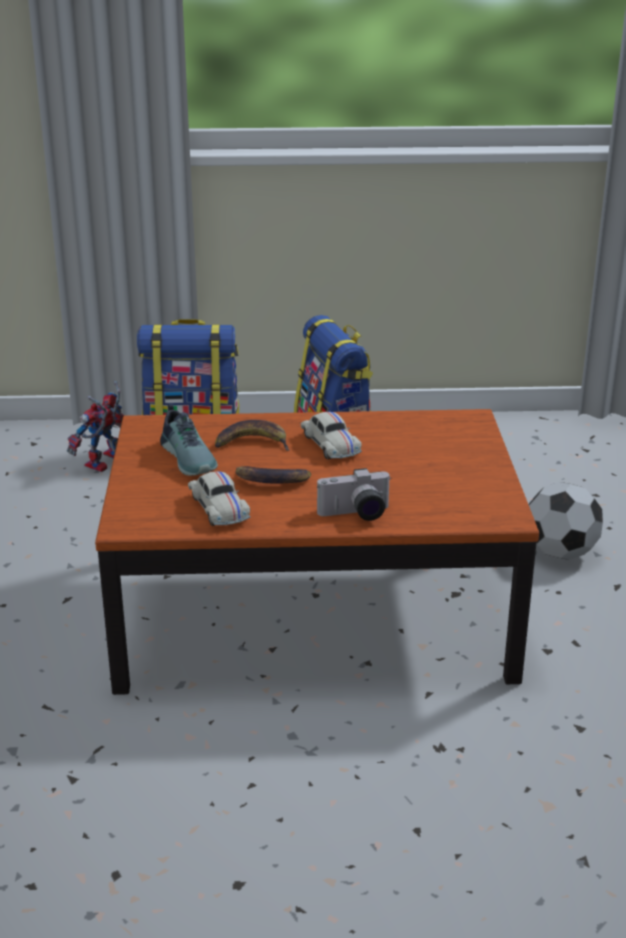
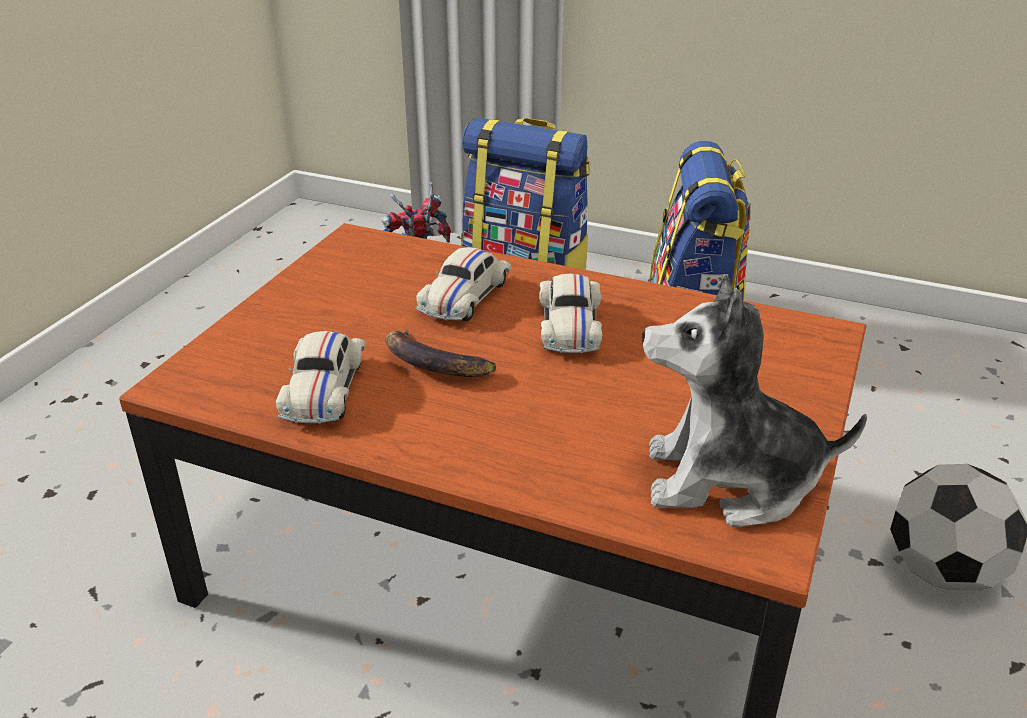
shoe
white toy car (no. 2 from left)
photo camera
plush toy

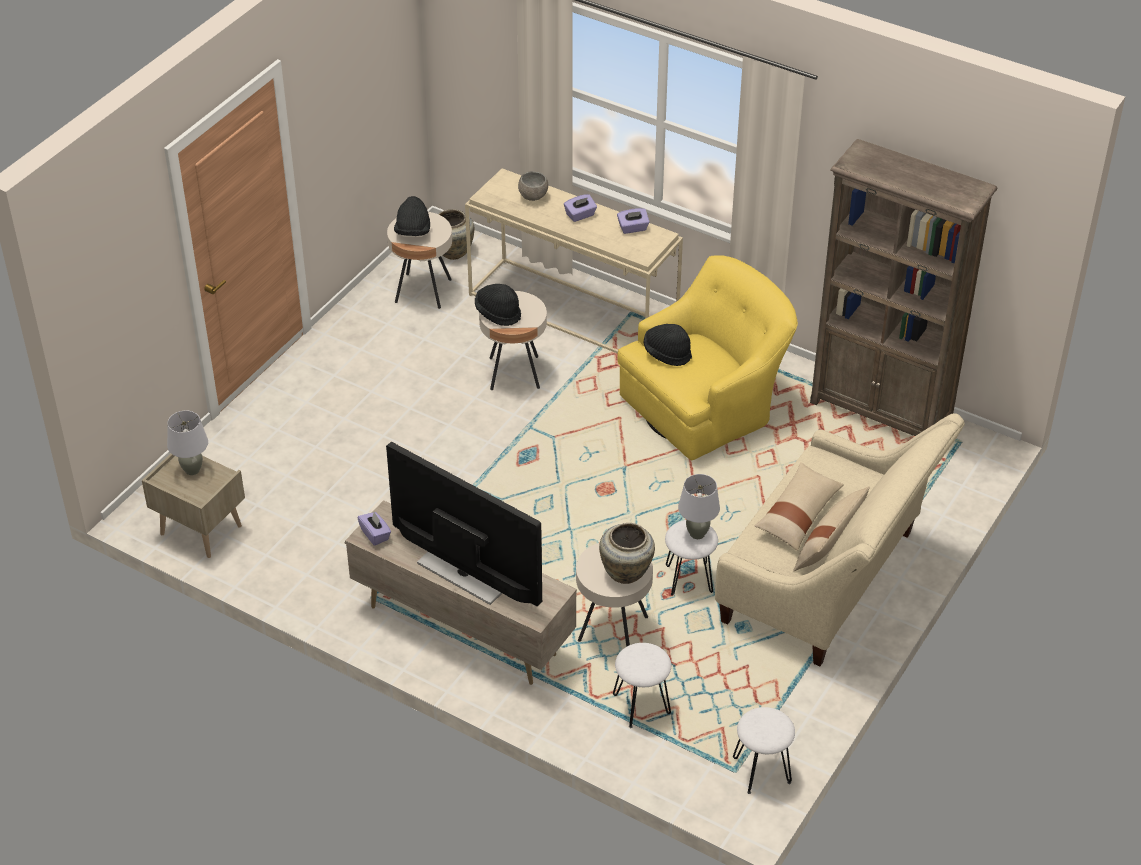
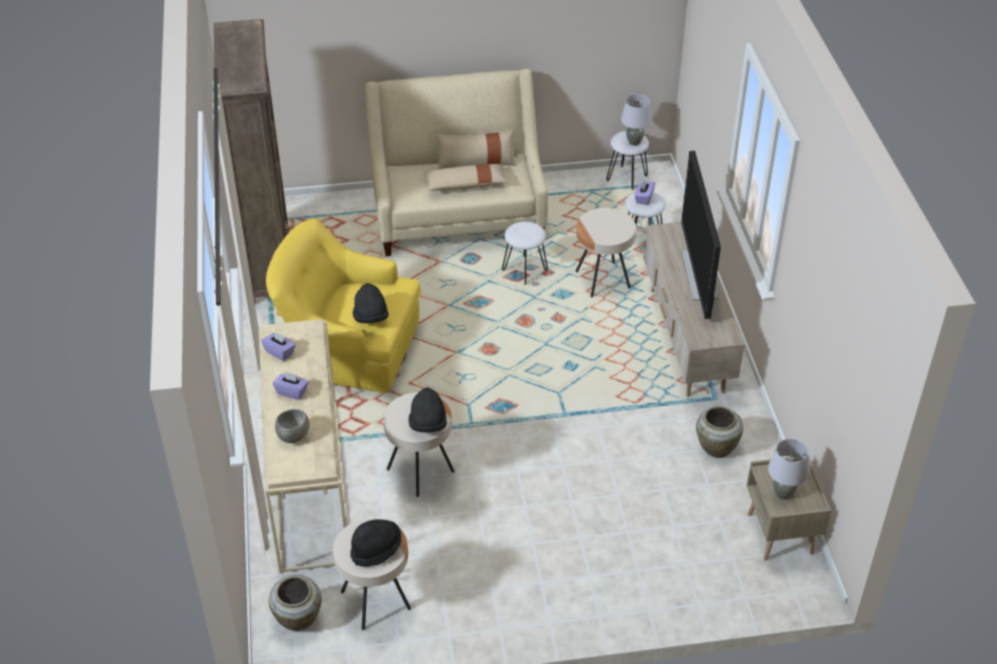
grey table lamp (no. 1 from left)
purple tissue box (no. 3 from left)
beige vase (no. 2 from left)

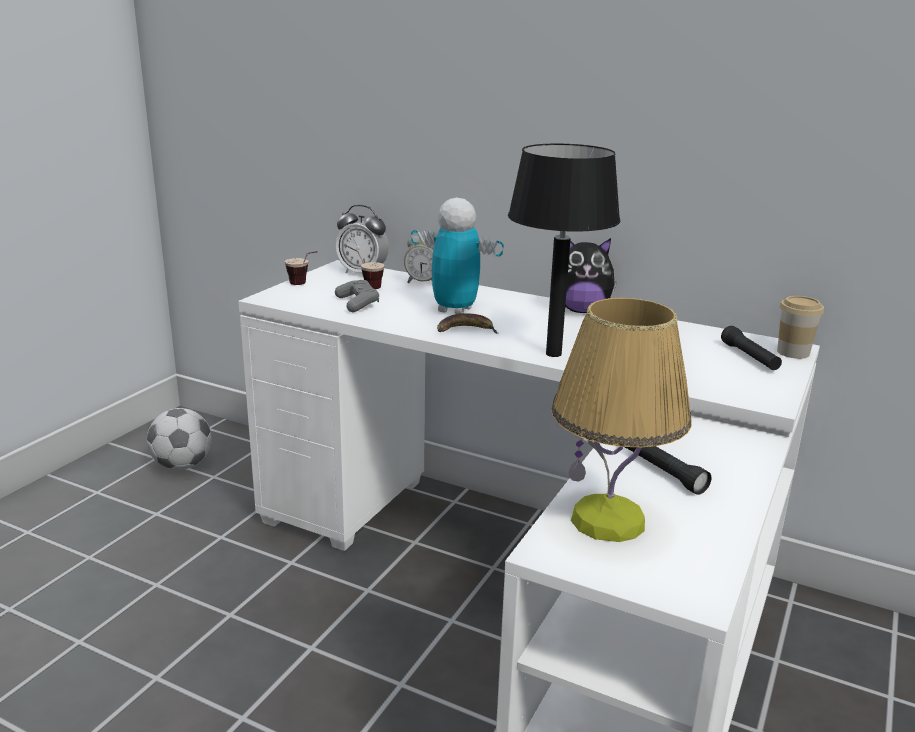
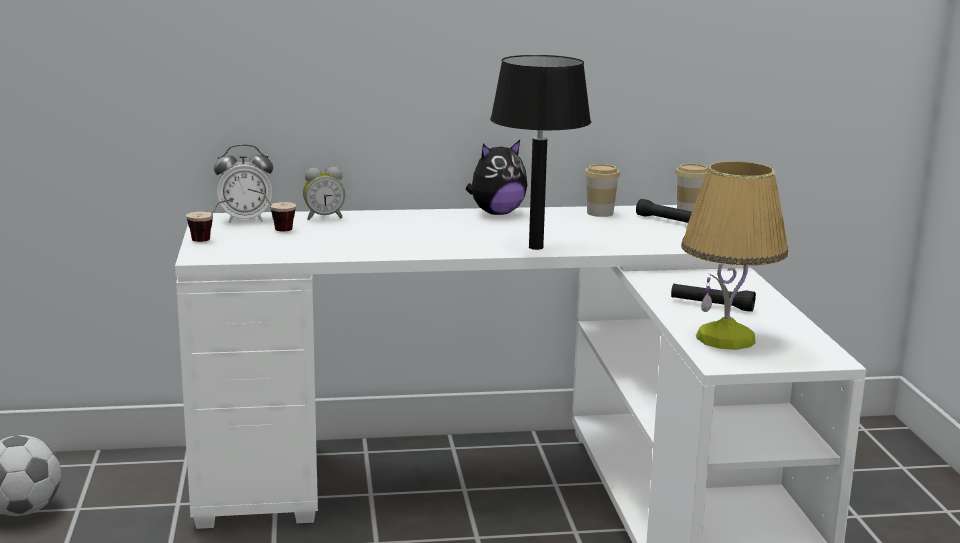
toy robot
grey game controller
banana
cup (no. 3 from left)

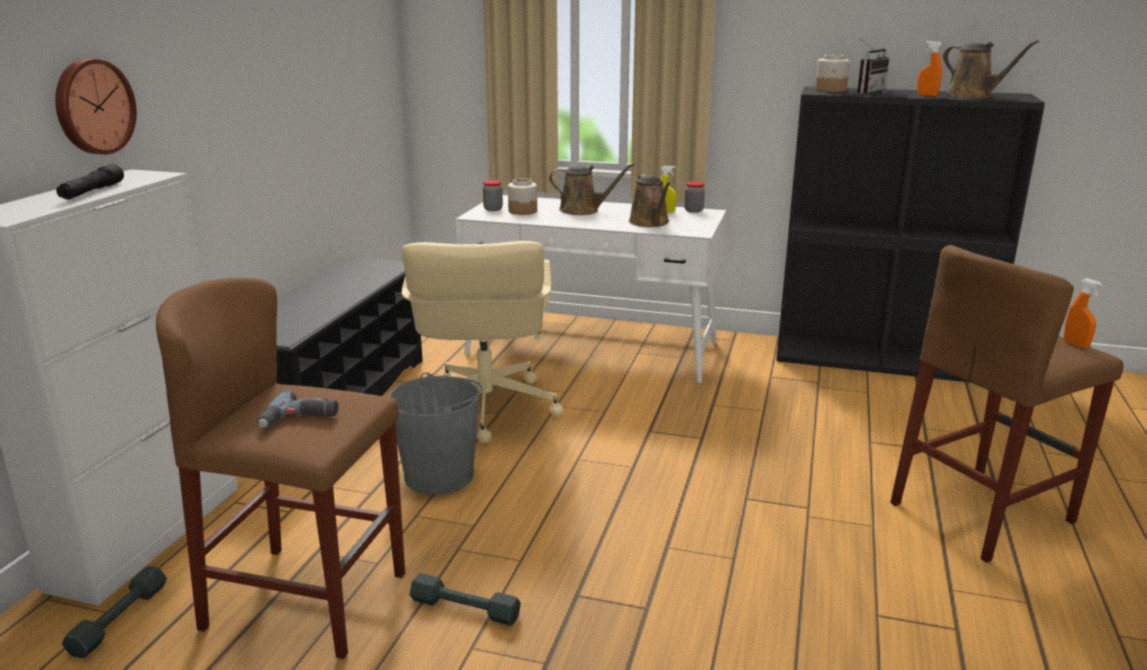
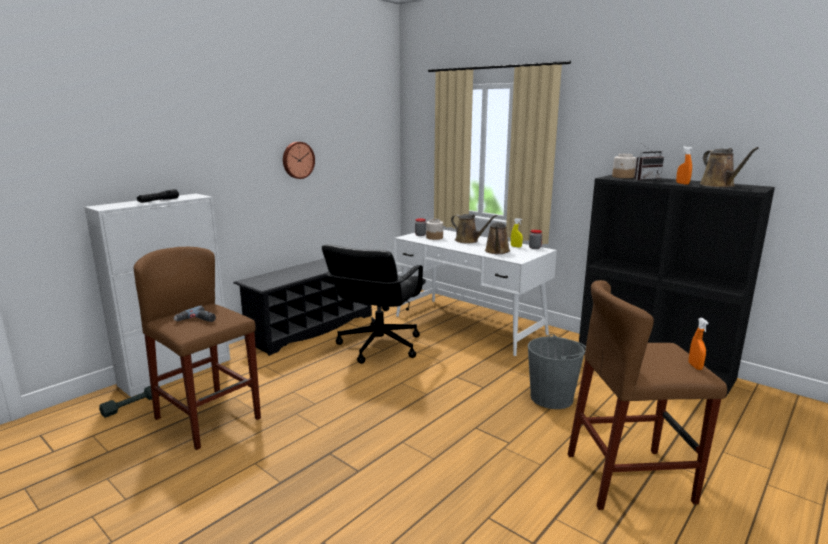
wall clock
black office chair
grey bucket
grey dumbbell (no. 2 from left in the first image)

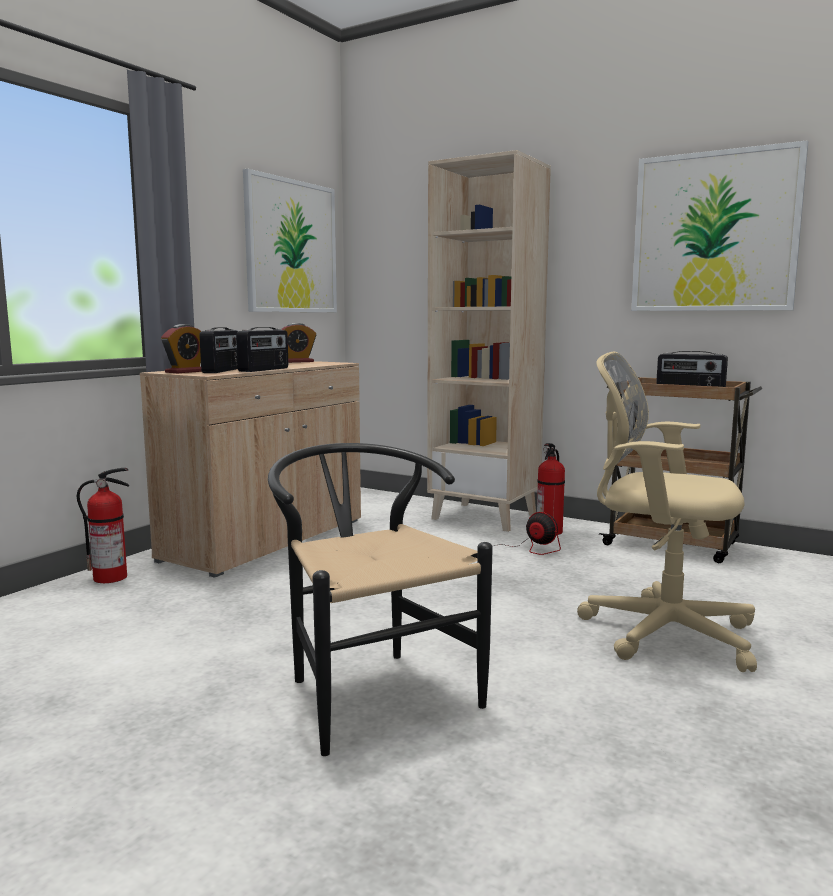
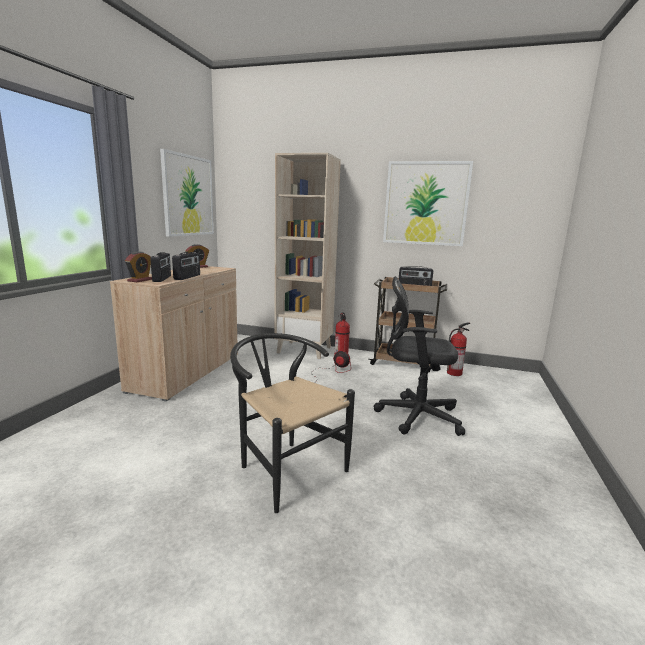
black office chair
fire extinguisher (no. 2 from left)

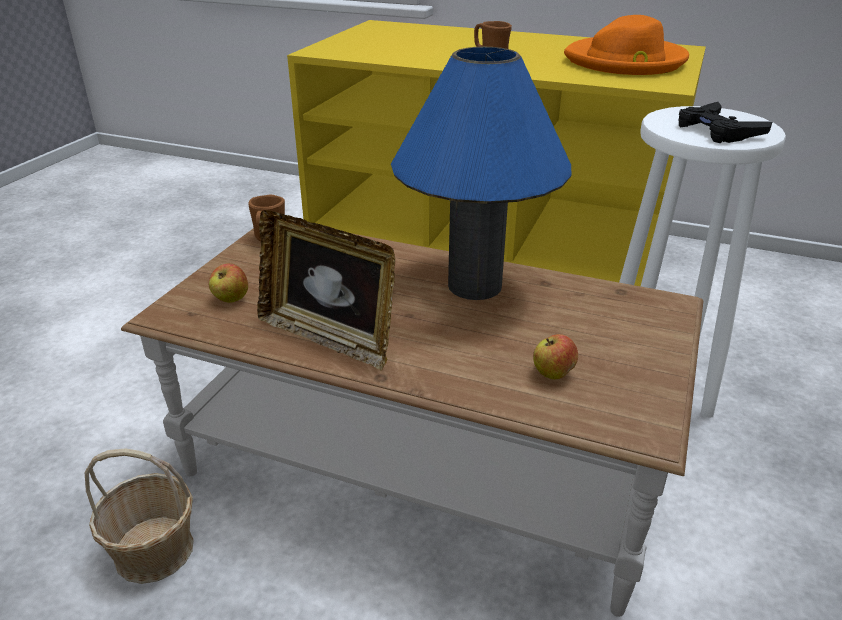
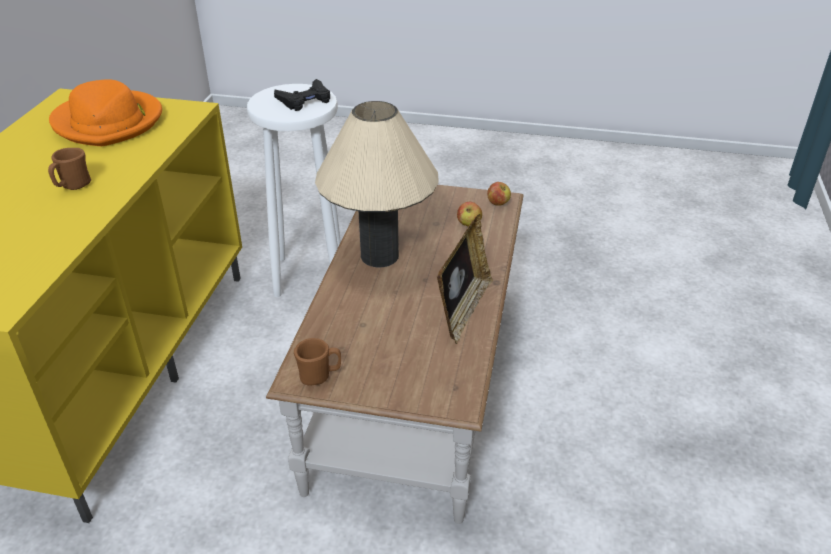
beige table lamp
apple (no. 2 from left)
basket

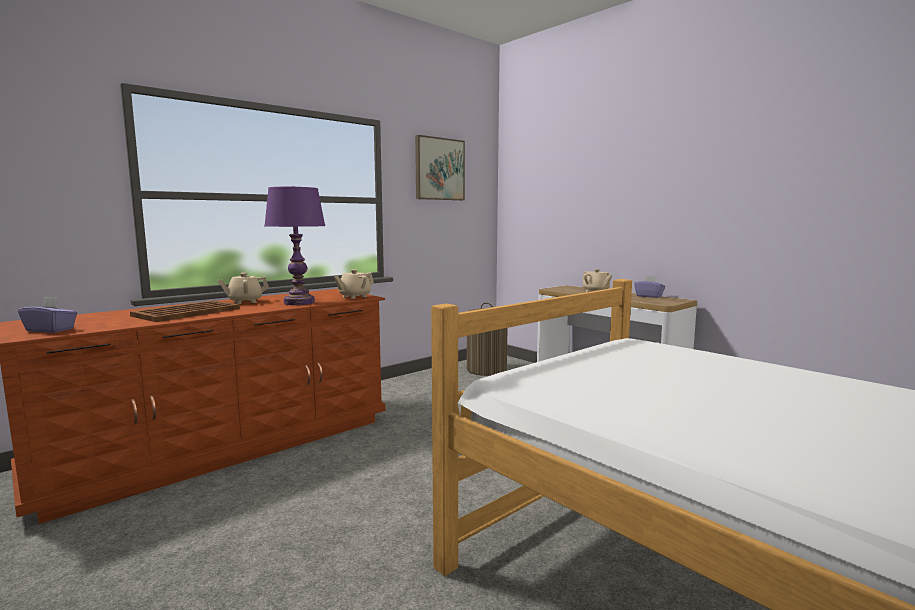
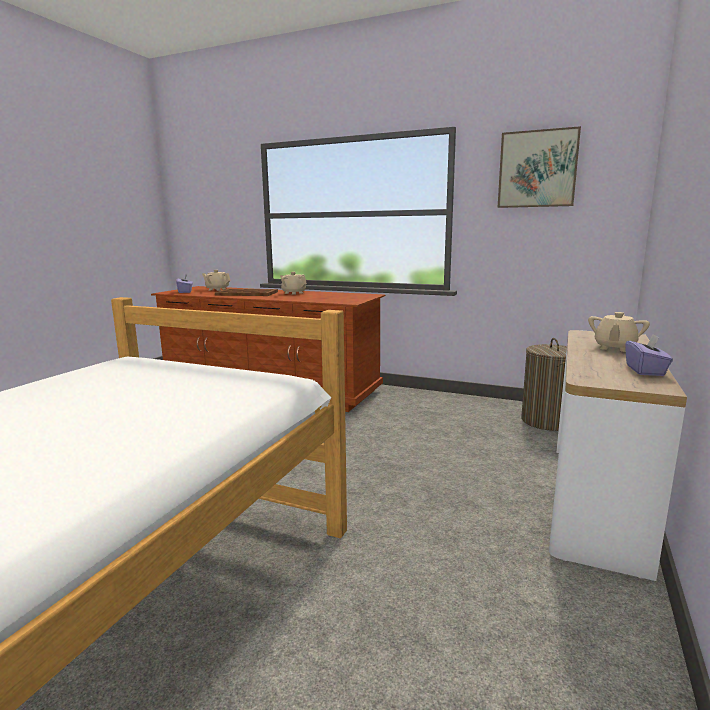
purple table lamp
beige teapot (no. 1 from left)

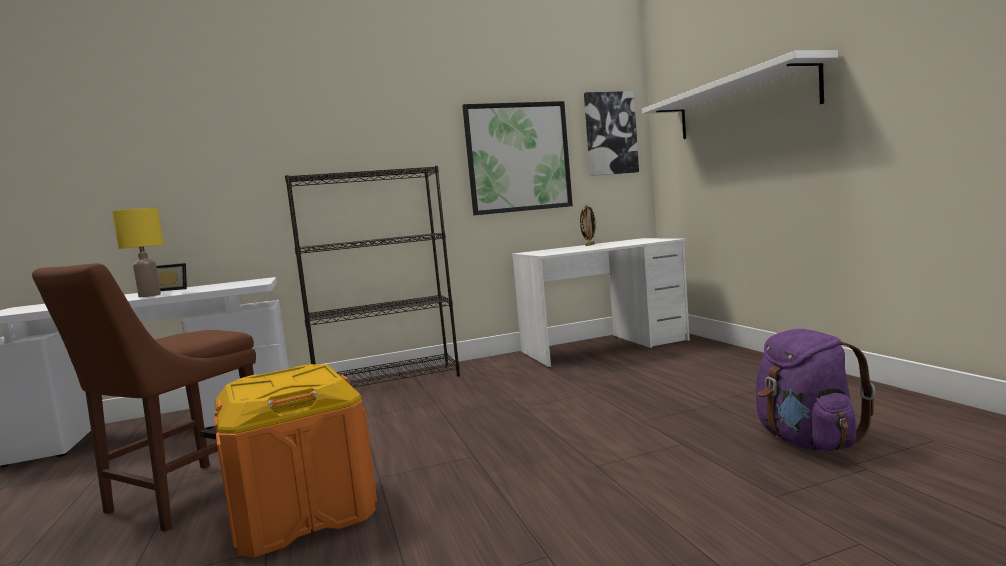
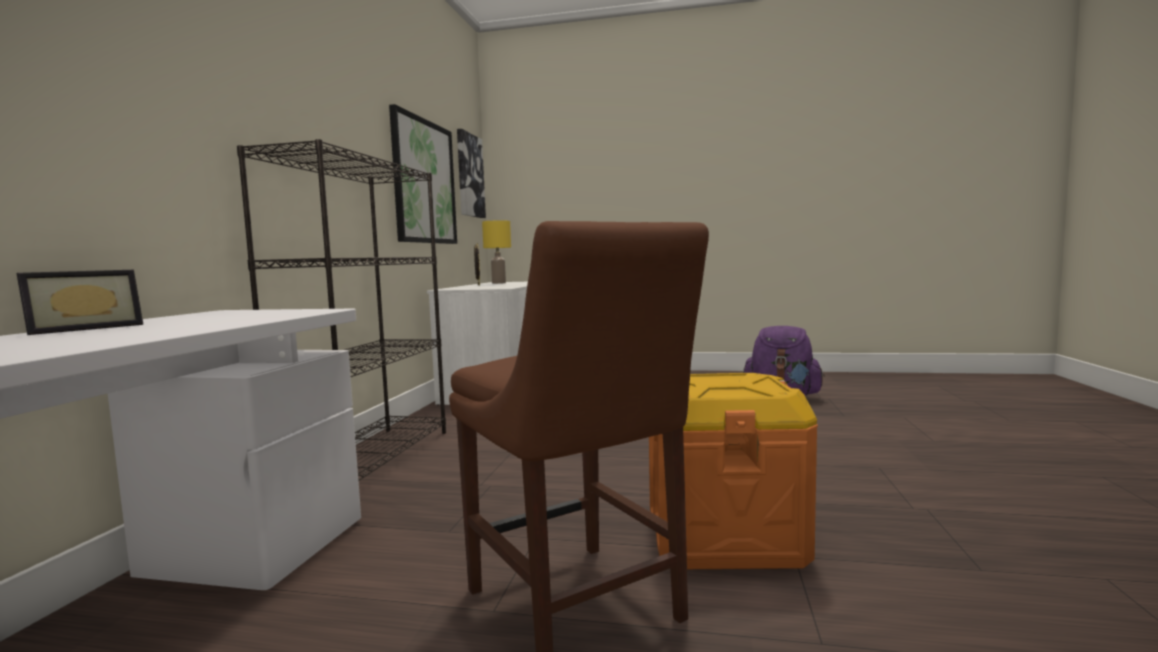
white shelf
yellow table lamp

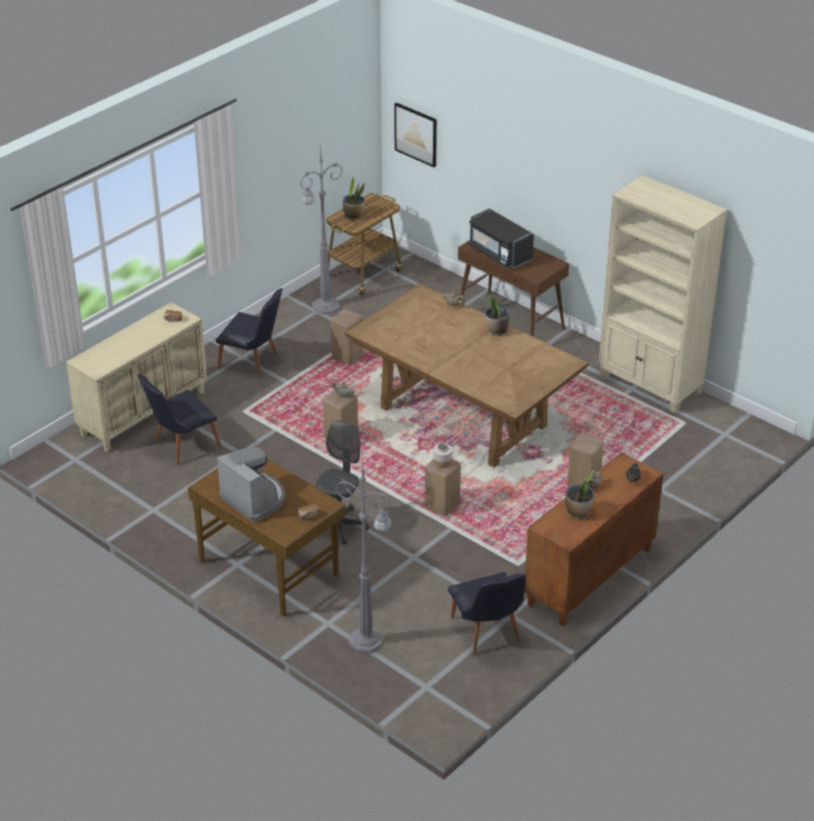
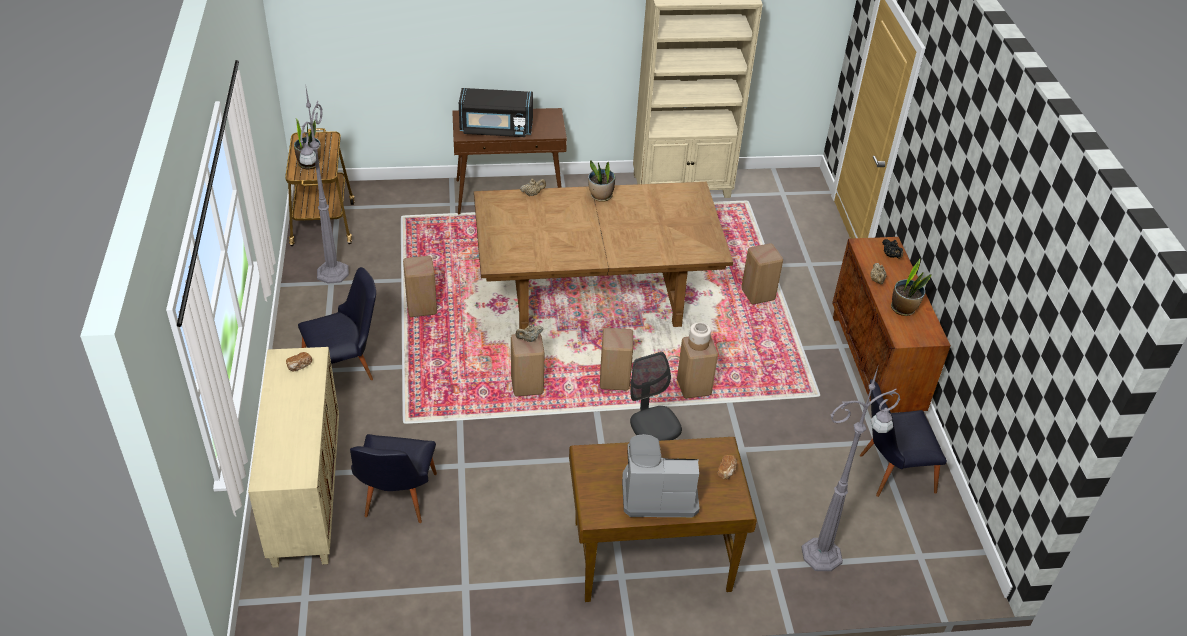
picture
black chair (no. 3 from left)
beige stool (no. 3 from left)

